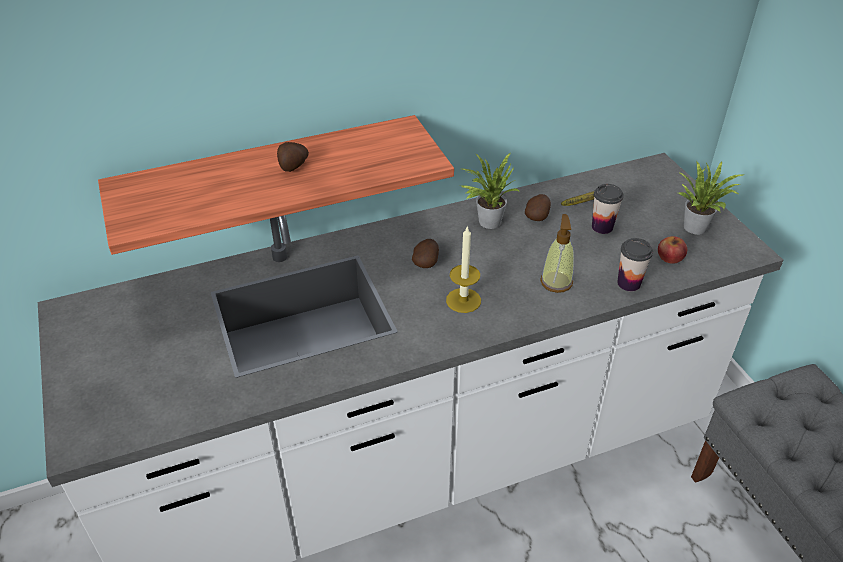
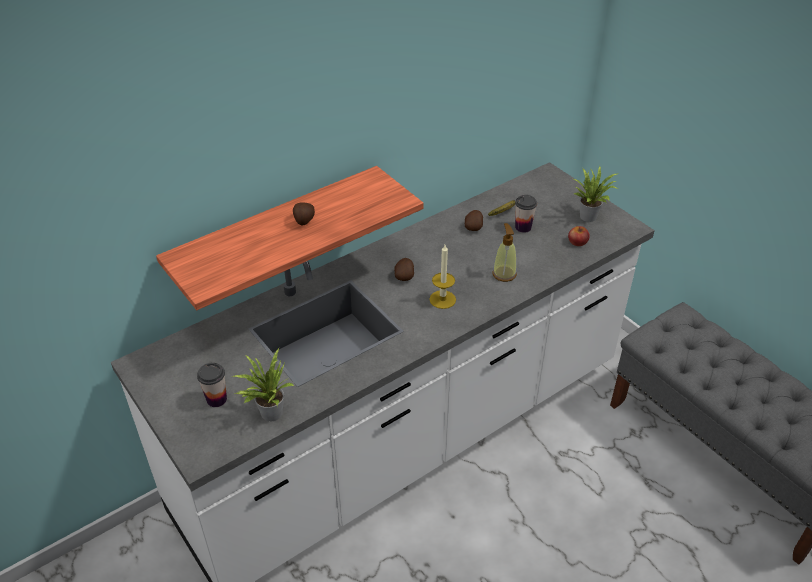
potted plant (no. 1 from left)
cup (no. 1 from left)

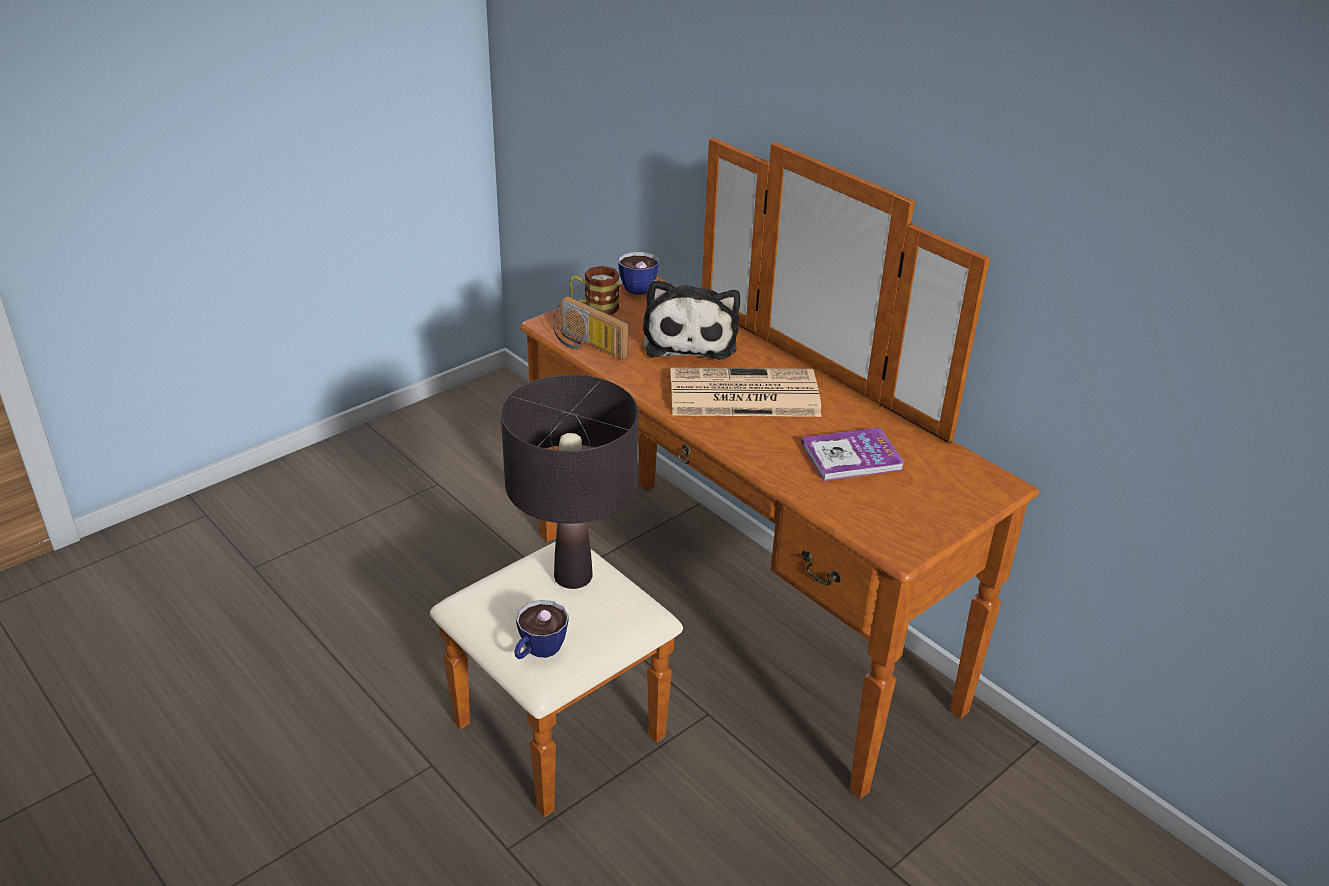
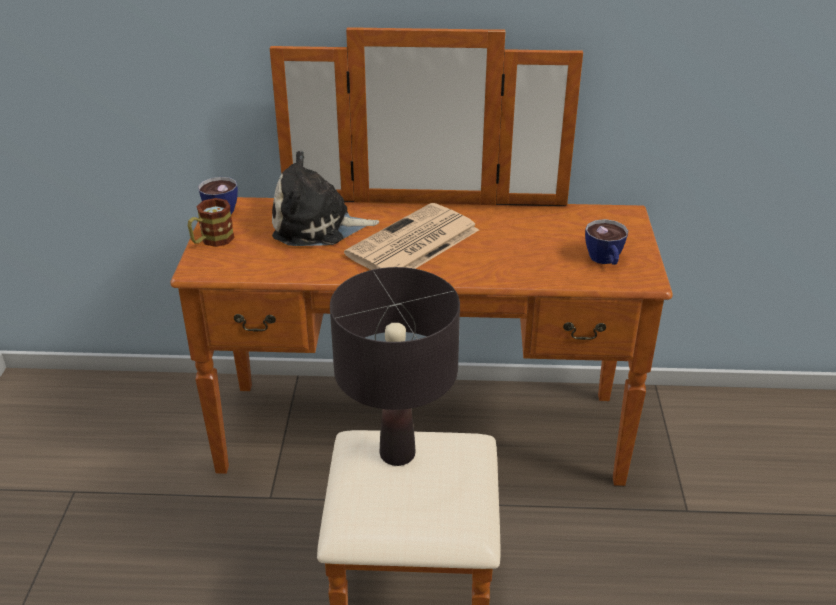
plush toy
radio
book
cup (no. 2 from left)

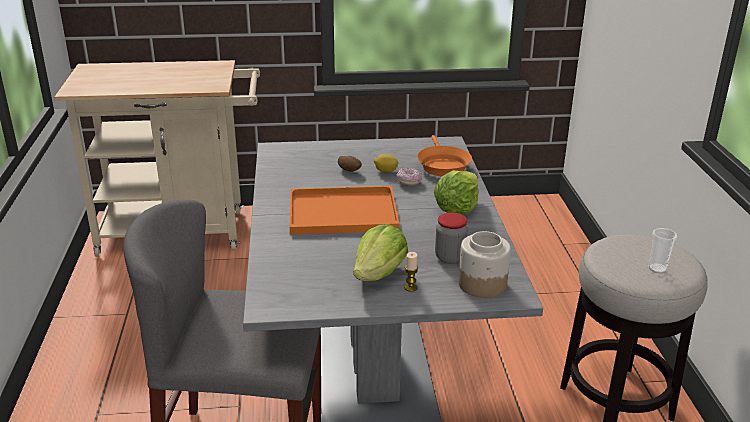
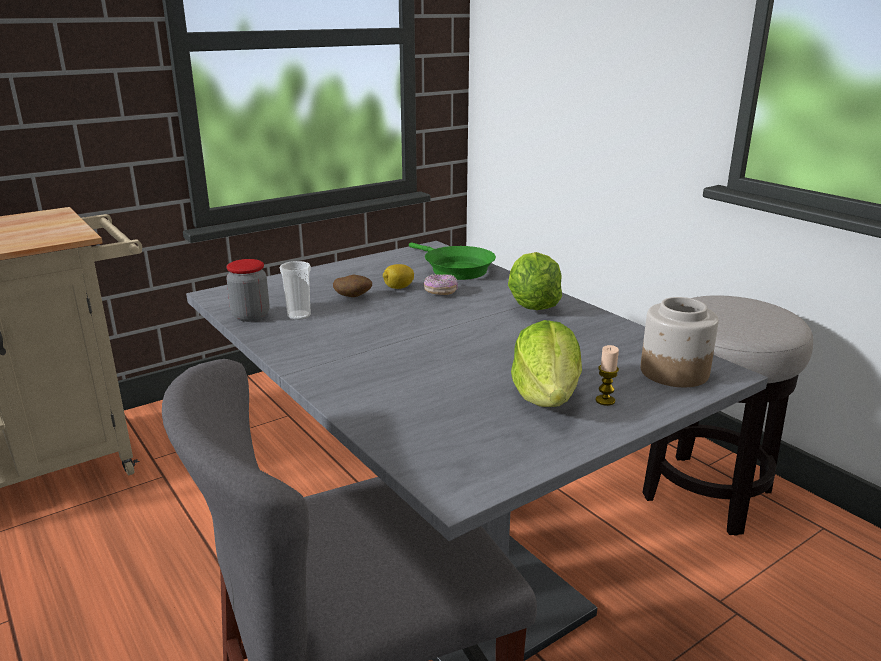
green frying pan
orange tray
jar (no. 1 from left)
cup

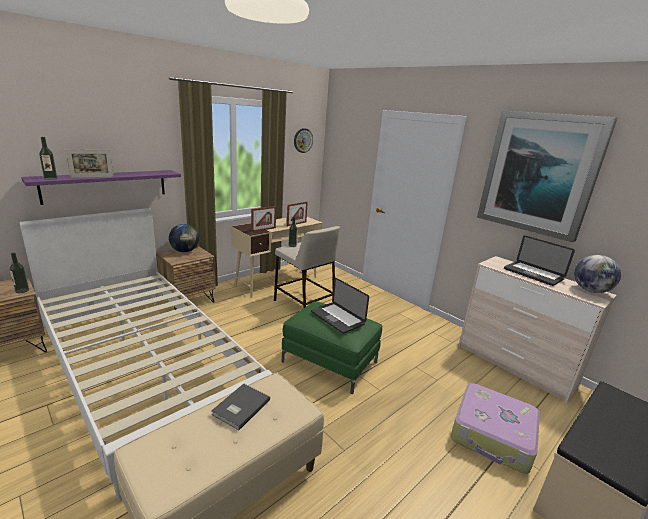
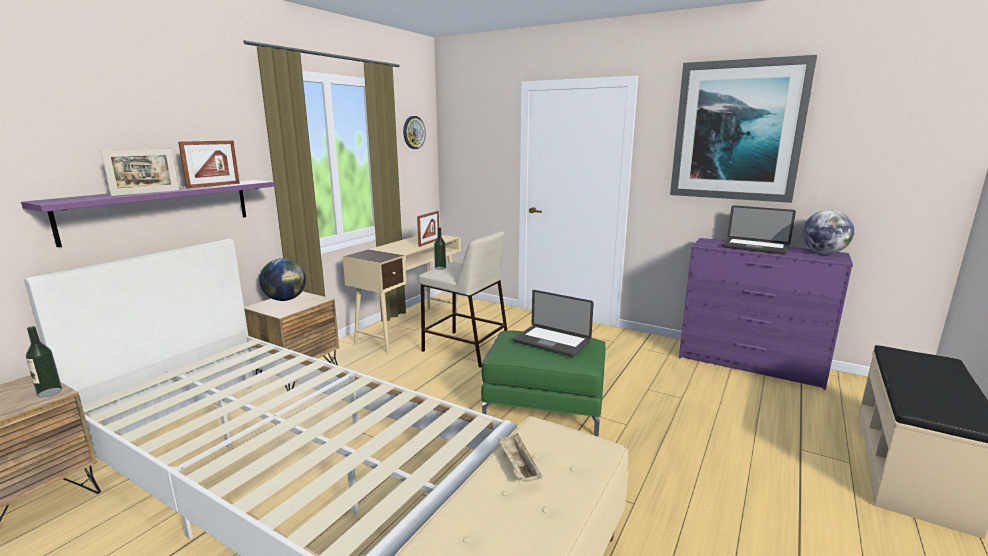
bottle (no. 2 from left in the first image)
picture frame (no. 2 from left)
purple dresser
suitcase
beige tray

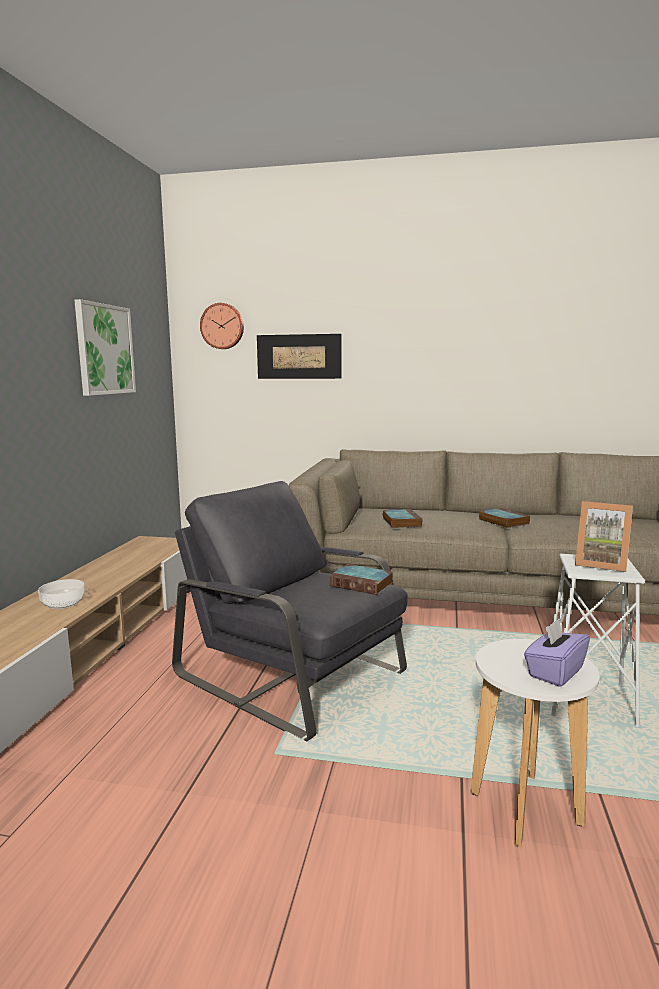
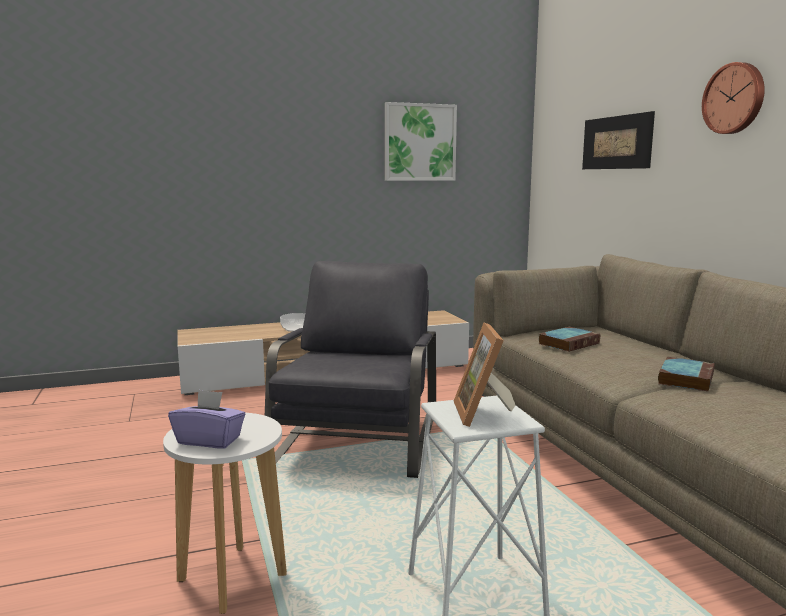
wall clock
book (no. 1 from left in the first image)

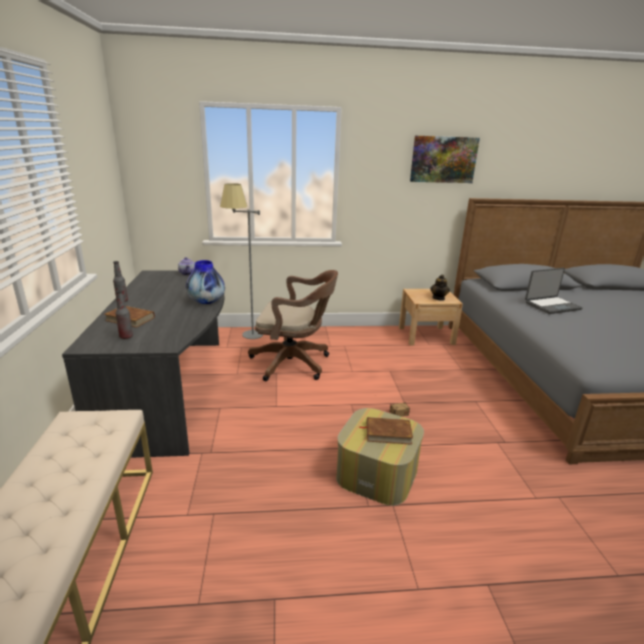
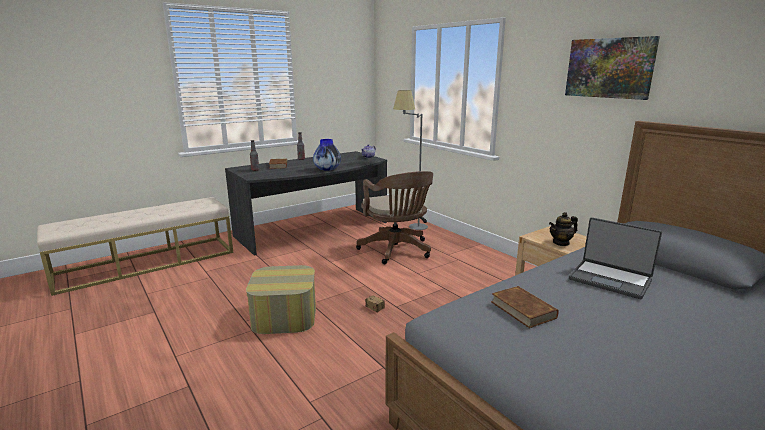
brown book (no. 2 from left)

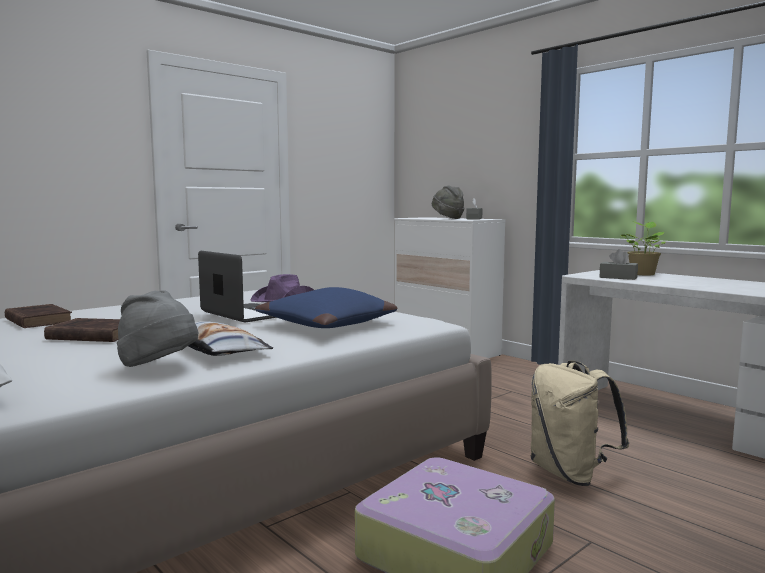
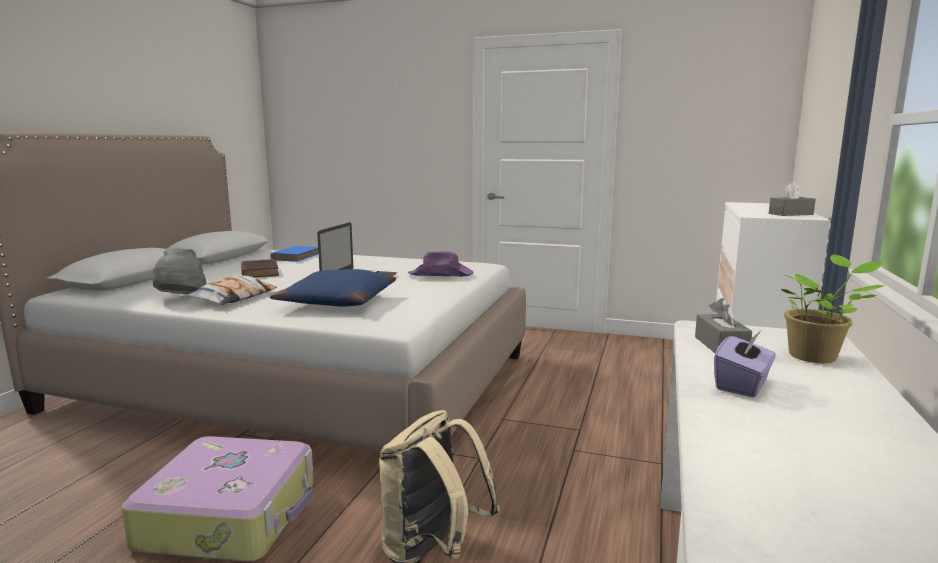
grey hat (no. 2 from left in the first image)
blue book
purple tissue box

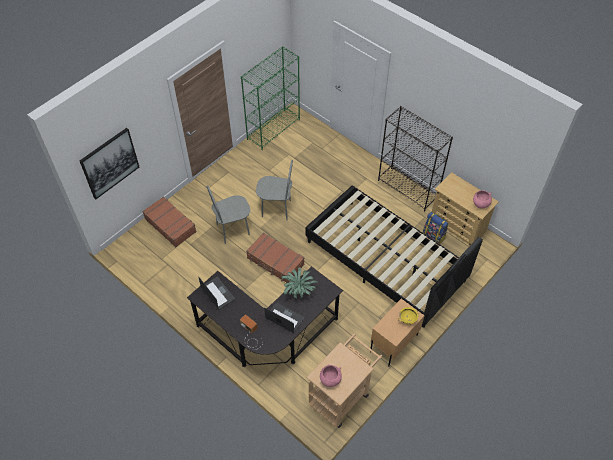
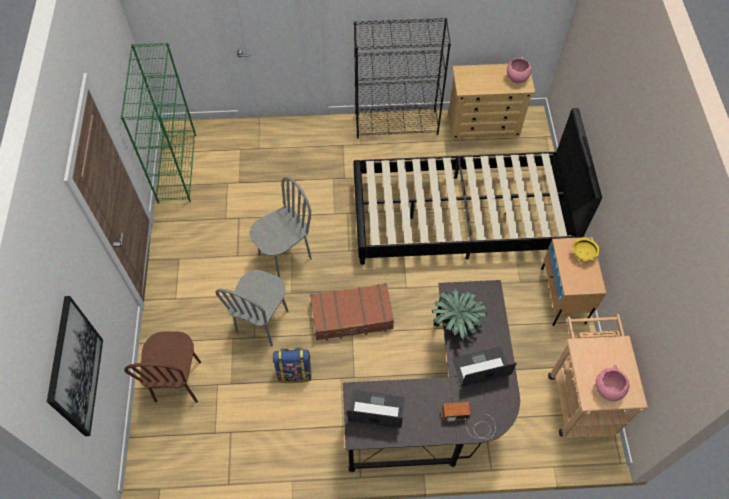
brown chair
backpack

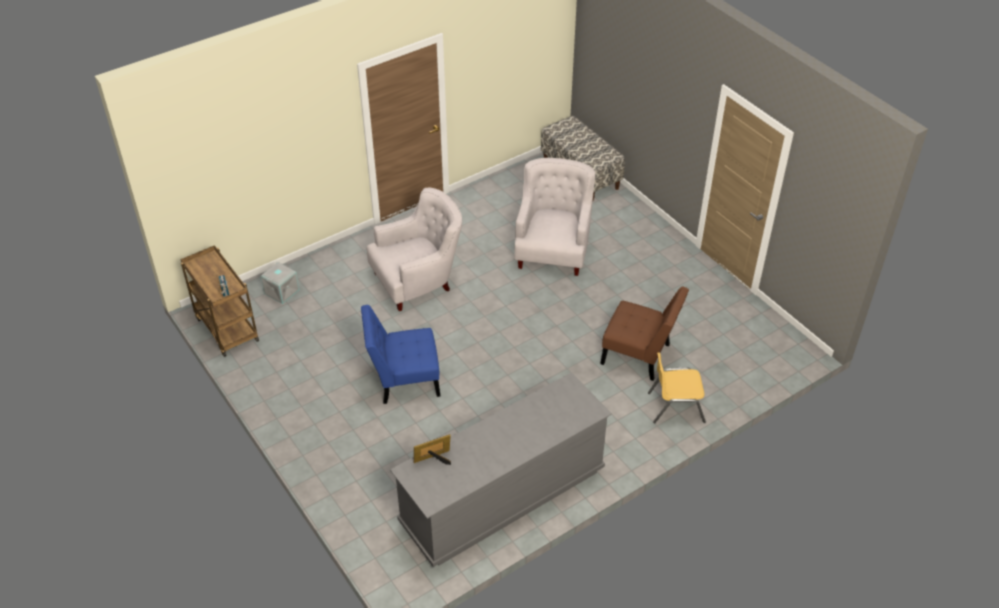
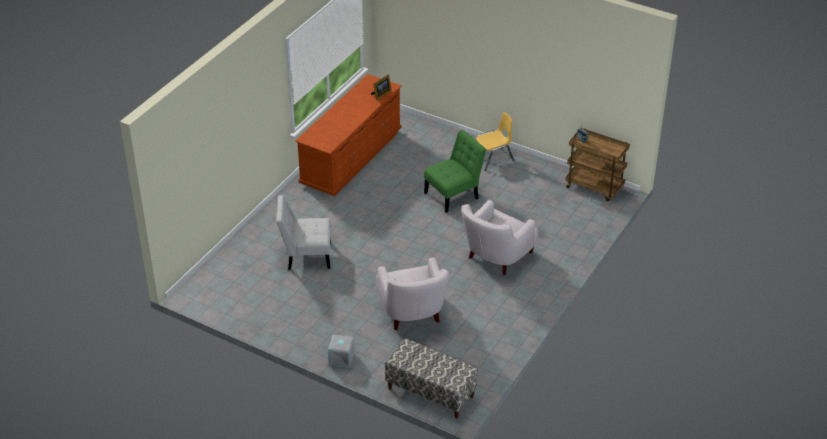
grey storage box
white chair
green chair
yellow chair
brown dresser

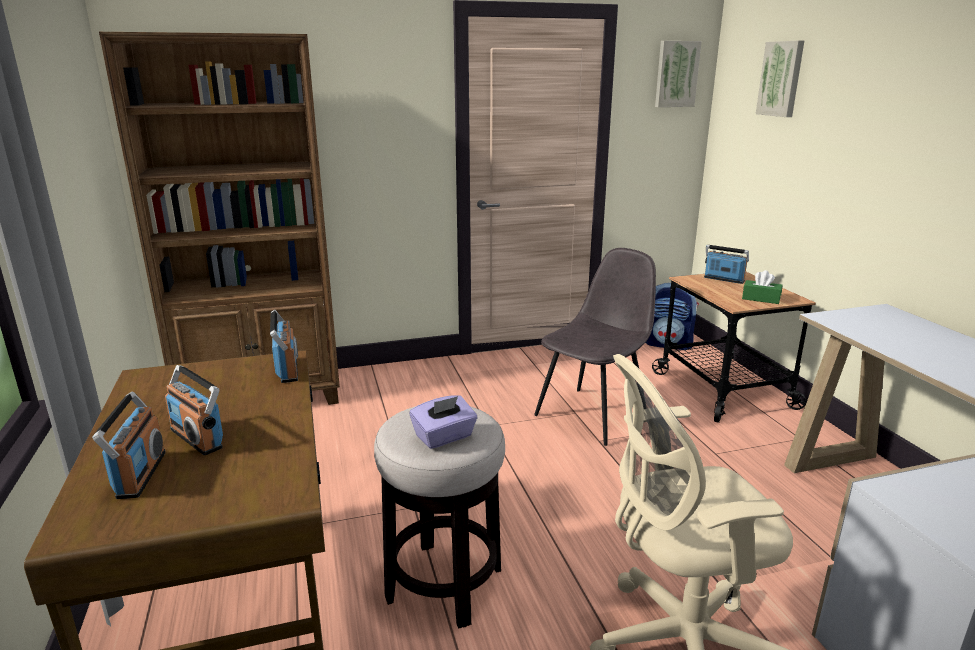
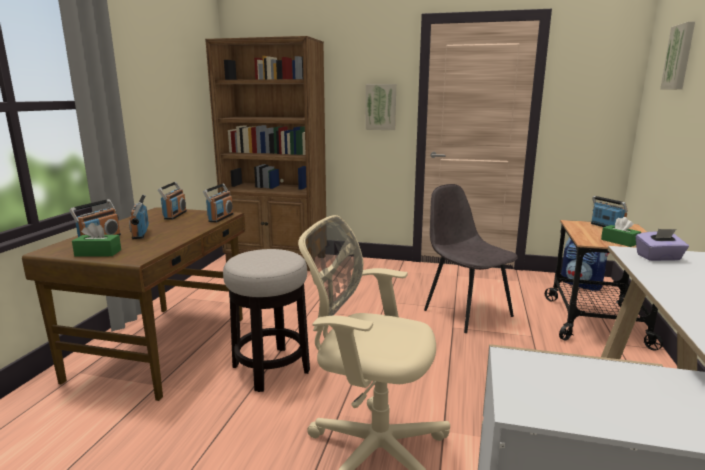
picture (no. 1 from left)
grey chair
purple tissue box
radio (no. 3 from left)
green tissue box (no. 1 from left)

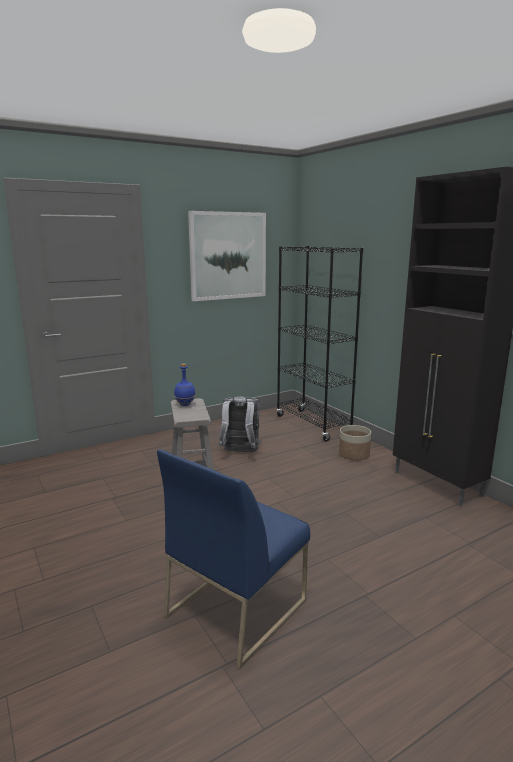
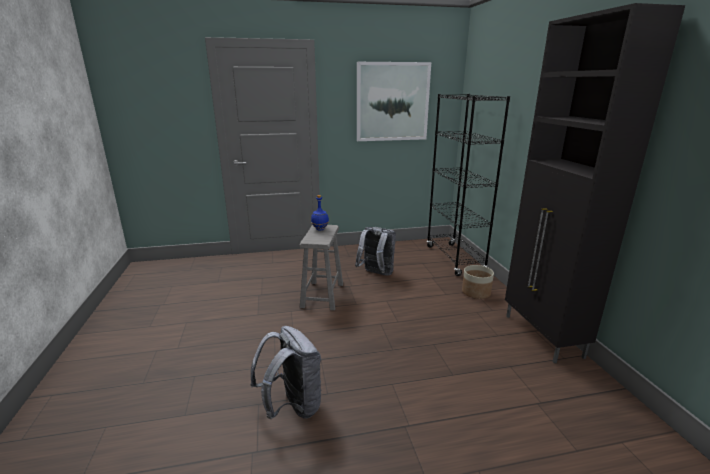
grey backpack (no. 1 from left)

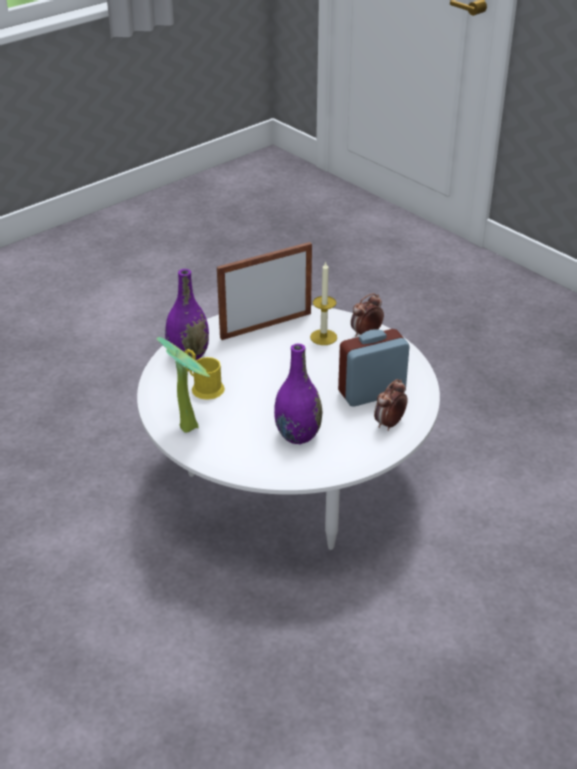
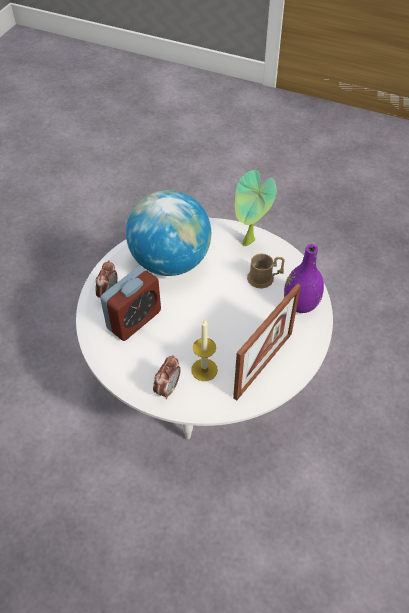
globe
brown mug

